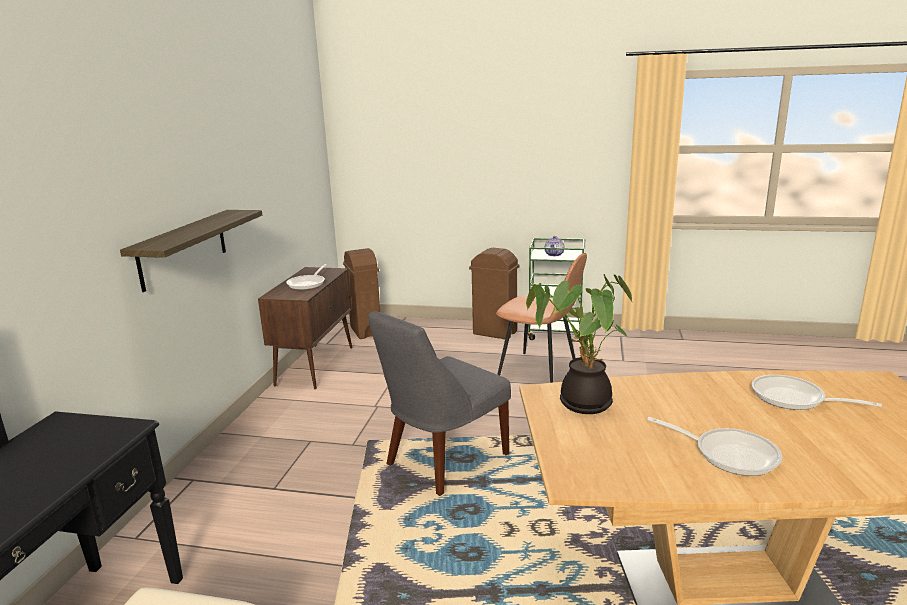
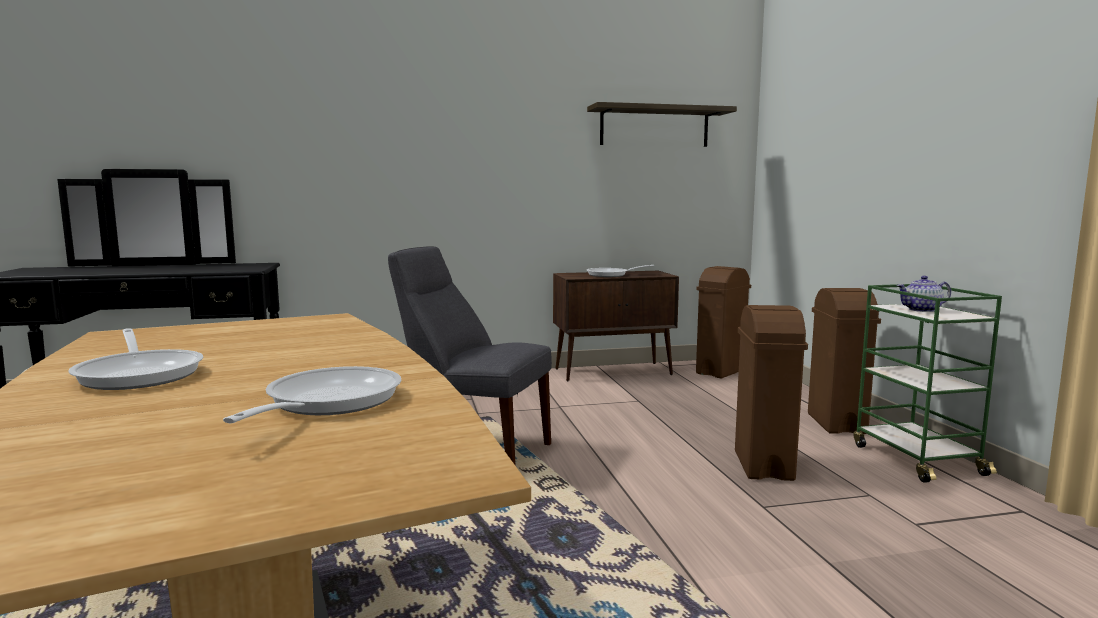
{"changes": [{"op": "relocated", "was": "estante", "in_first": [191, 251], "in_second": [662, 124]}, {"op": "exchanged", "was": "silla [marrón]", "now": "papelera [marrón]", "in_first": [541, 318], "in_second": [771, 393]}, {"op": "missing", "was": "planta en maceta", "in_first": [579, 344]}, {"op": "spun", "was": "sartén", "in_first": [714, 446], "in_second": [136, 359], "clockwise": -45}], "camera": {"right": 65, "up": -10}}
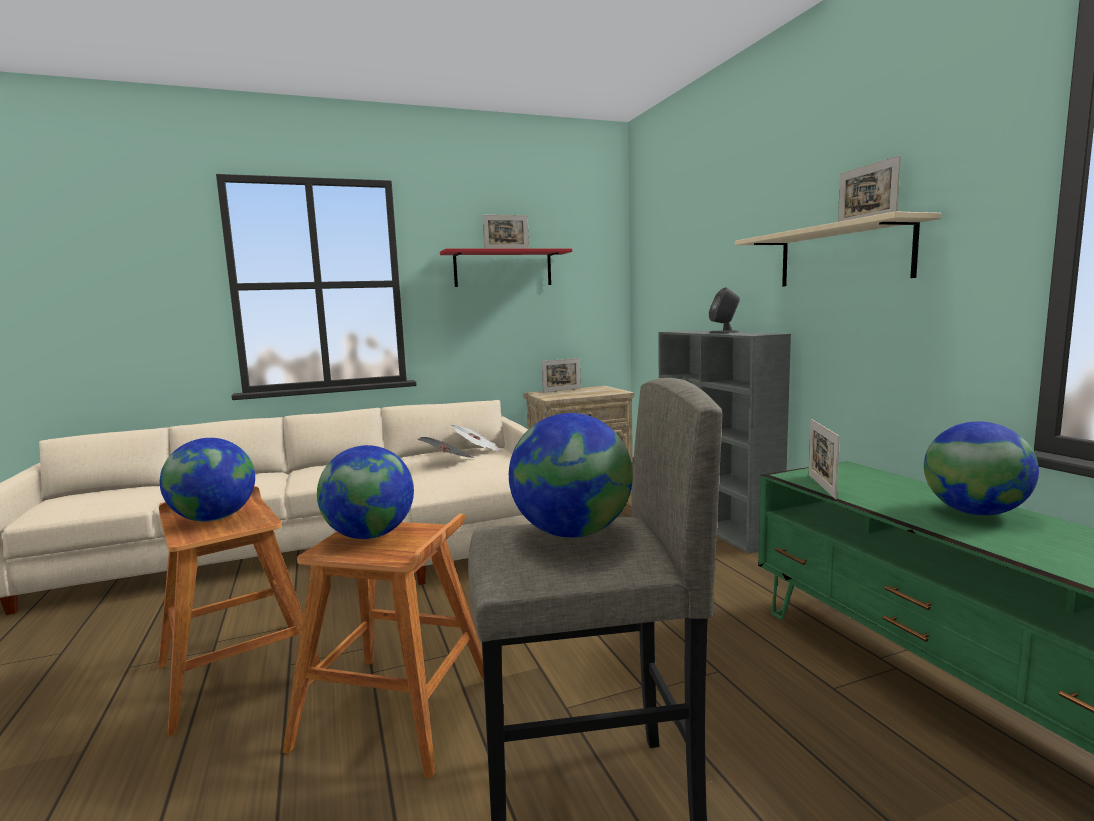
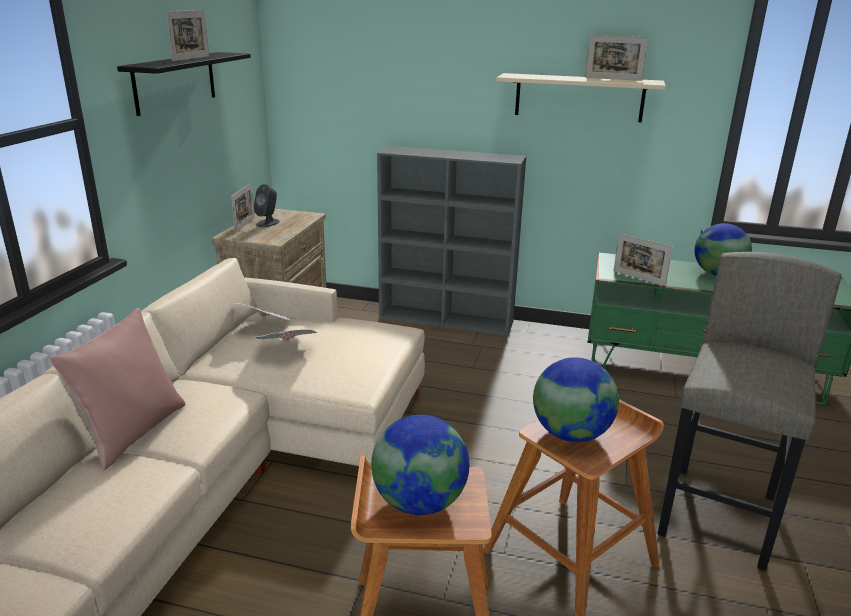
{"changes": [{"op": "colour", "was": "estante [rojo]", "now": "estante [negro]", "in_first": [506, 267], "in_second": [184, 84]}, {"op": "relocated", "was": "altavoz [gris]", "in_first": [724, 310], "in_second": [267, 205]}, {"op": "missing", "was": "globo terráqueo", "in_first": [571, 475]}, {"op": "appeared", "now": "cojín [rosa]", "in_second": [117, 389]}], "camera": {"right": -55, "up": 15}}
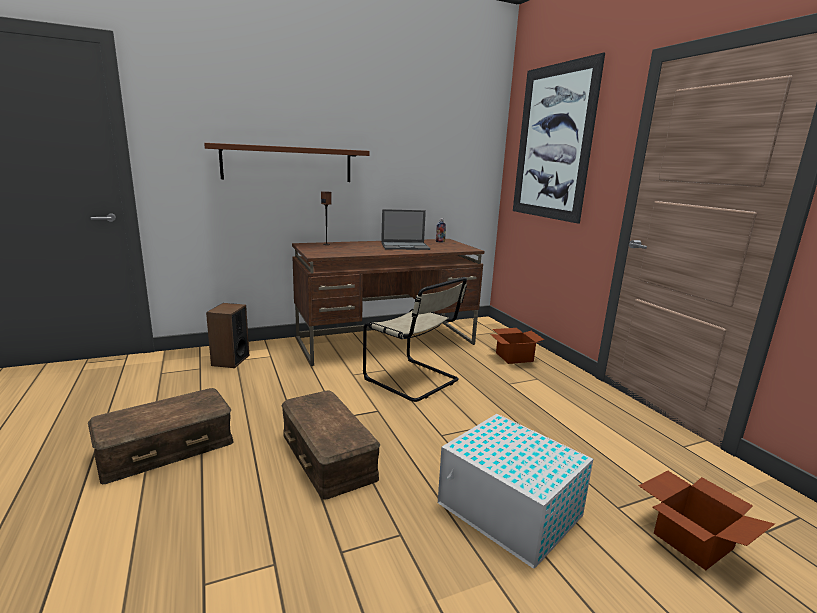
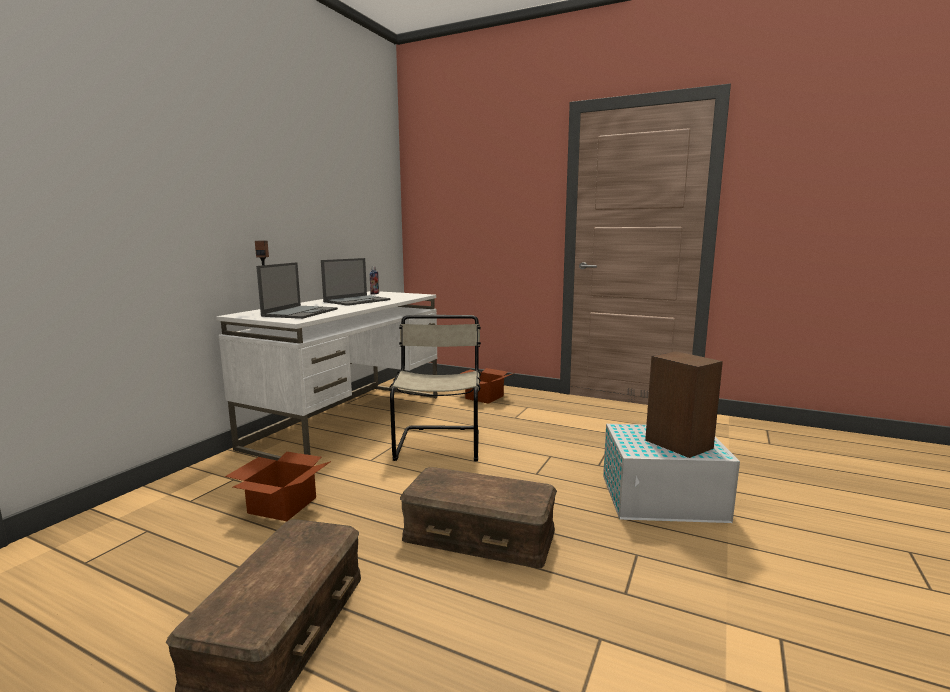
{"changes": [{"op": "missing", "was": "cuadro", "in_first": [559, 138]}, {"op": "missing", "was": "estante [marrón]", "in_first": [287, 162]}, {"op": "colour", "was": "escritorio [marrón]", "now": "escritorio [blanco]", "in_first": [388, 302], "in_second": [326, 376]}, {"op": "spun", "was": "silla [beis]", "in_first": [415, 339], "in_second": [435, 388], "clockwise": -90}, {"op": "relocated", "was": "altavoz", "in_first": [227, 335], "in_second": [684, 404]}, {"op": "relocated", "was": "caja de cartón", "in_first": [707, 520], "in_second": [278, 486]}, {"op": "appeared", "now": "portátil", "in_second": [297, 290]}], "camera": {"right": -40, "up": -5}}
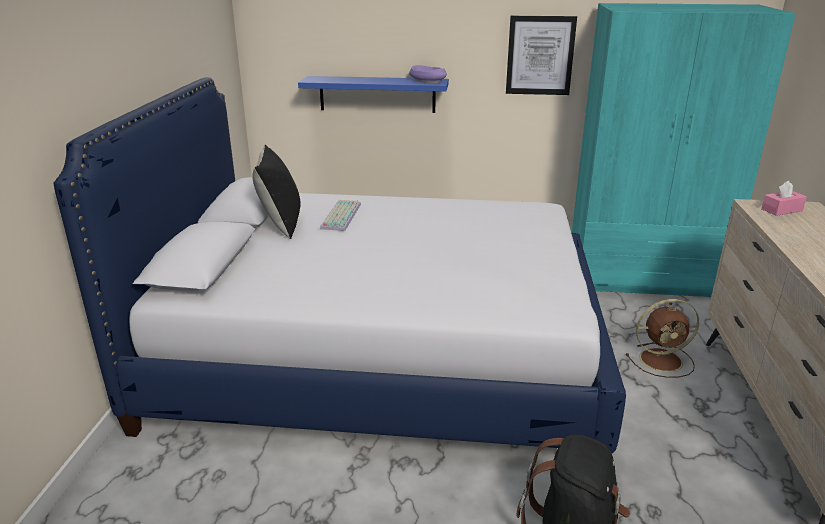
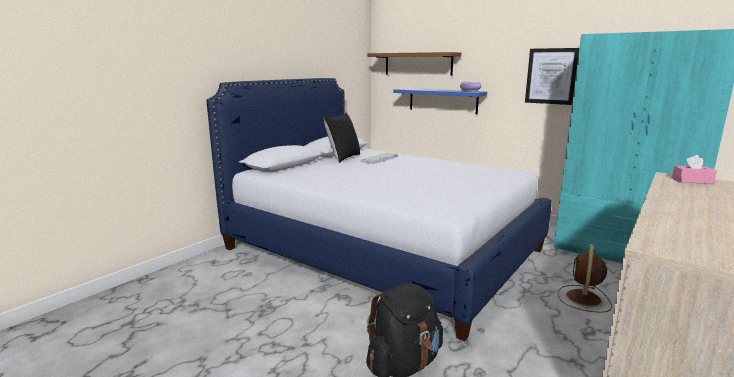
{"changes": [{"op": "spun", "was": "ventilador [marrón]", "in_first": [662, 338], "in_second": [585, 278], "clockwise": 90}, {"op": "appeared", "now": "estante [marrón]", "in_second": [414, 64]}], "camera": {"right": 30, "up": -10}}
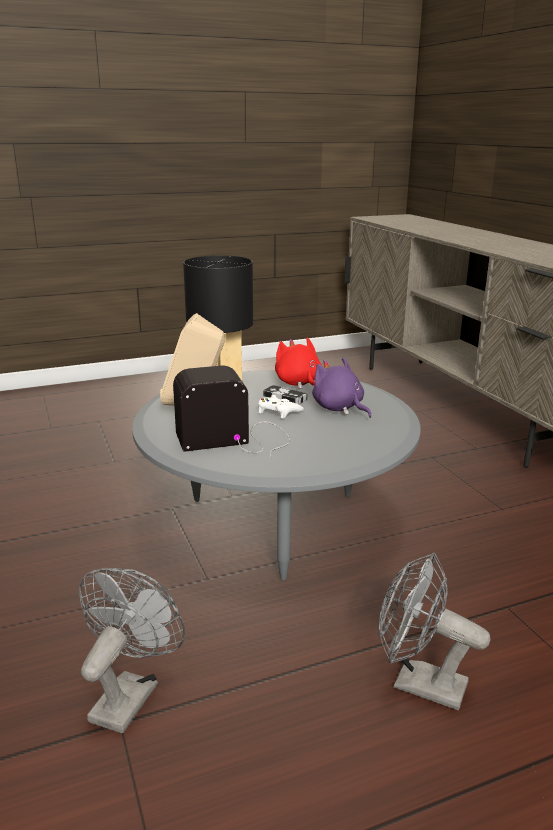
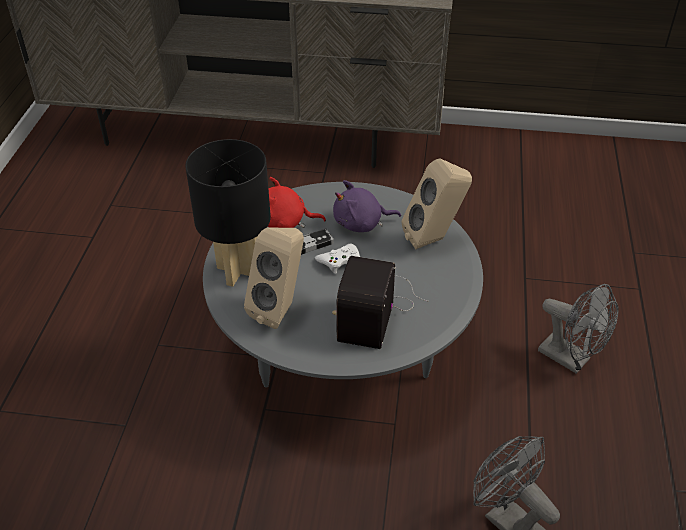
{"changes": [{"op": "spun", "was": "ventilador [gris]", "in_first": [434, 632], "in_second": [578, 329], "clockwise": -105}, {"op": "appeared", "now": "altavoz [beis]", "in_second": [436, 204]}], "camera": {"right": -60, "up": 20}}
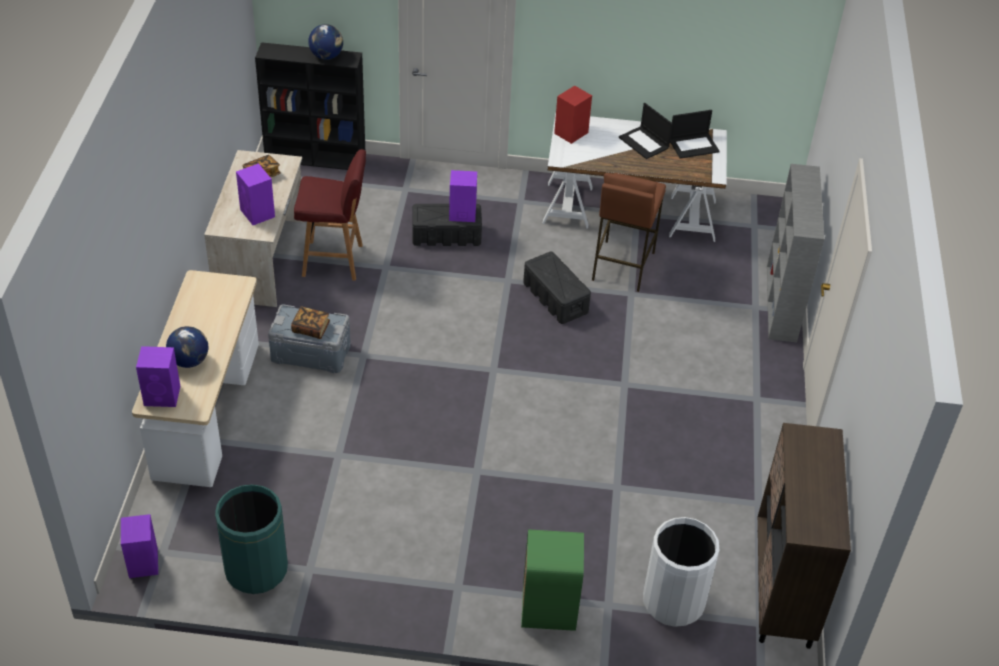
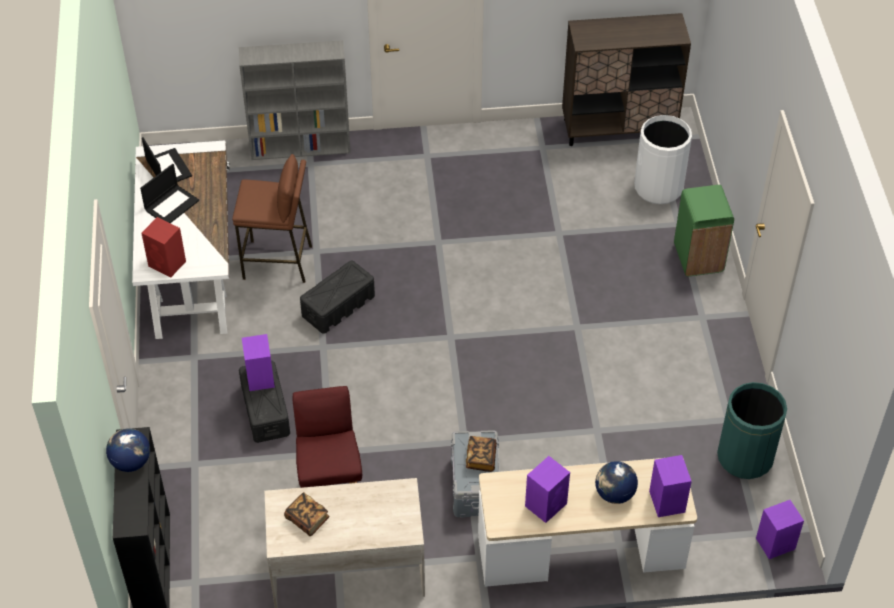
{"changes": [{"op": "relocated", "was": "altavoz [morado]", "in_first": [255, 194], "in_second": [547, 489]}], "camera": {"right": -100, "up": 5}}
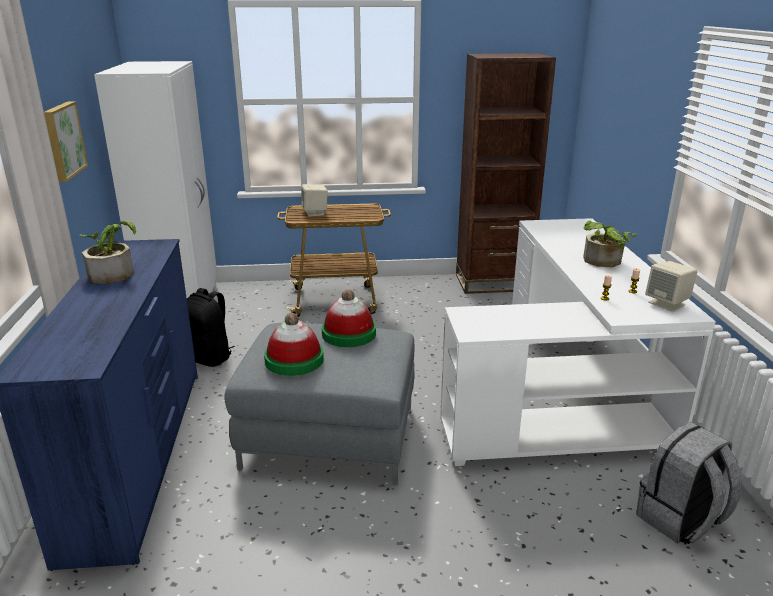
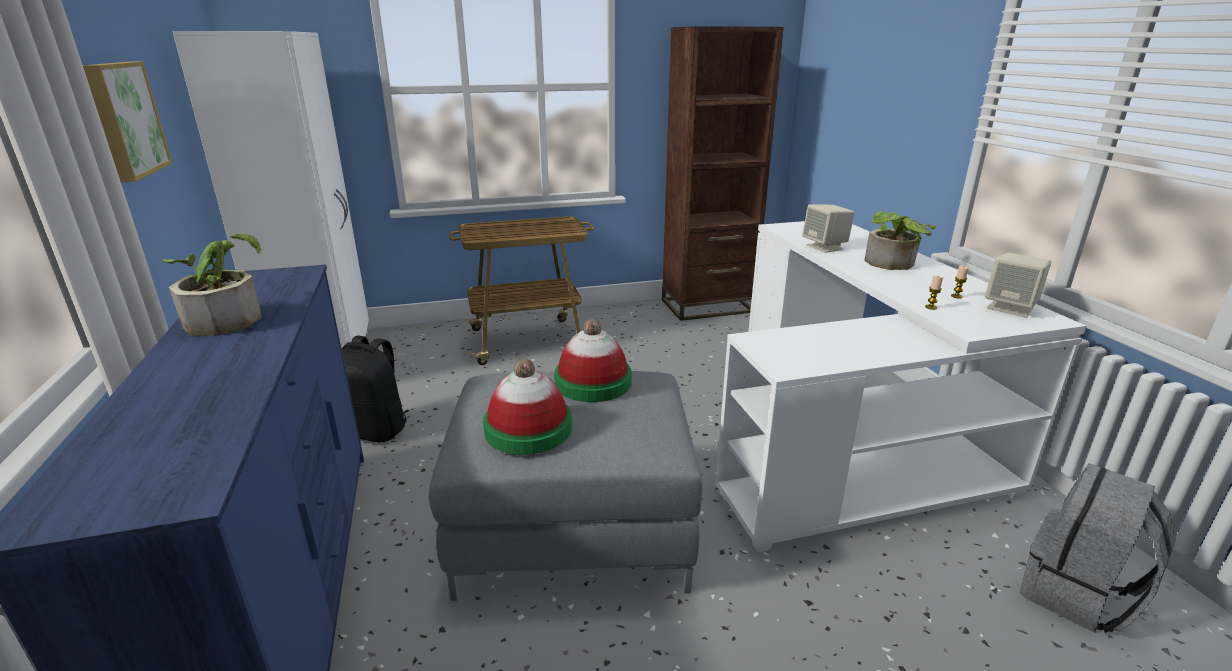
{"changes": [{"op": "relocated", "was": "altavoz [beis]", "in_first": [314, 200], "in_second": [828, 228]}], "camera": {"right": -10, "up": 0}}
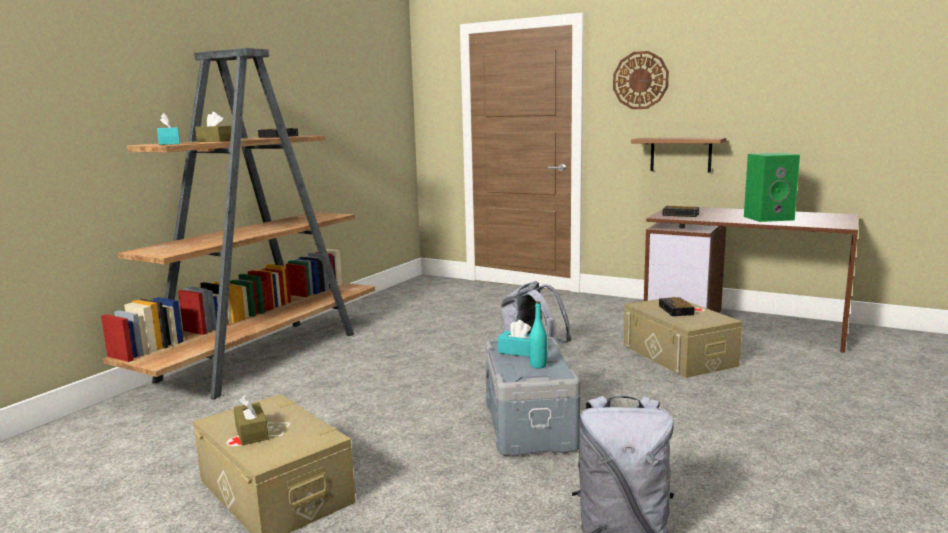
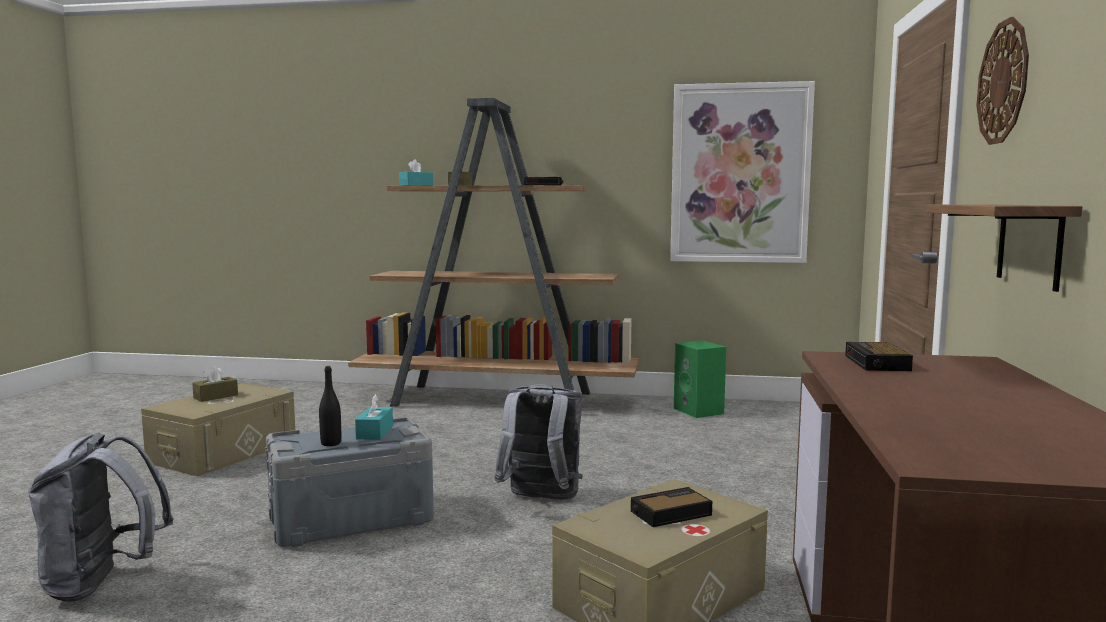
{"changes": [{"op": "relocated", "was": "altavoz [verde]", "in_first": [772, 187], "in_second": [700, 379]}, {"op": "colour", "was": "botella [turquesa]", "now": "botella [negro]", "in_first": [538, 334], "in_second": [330, 406]}, {"op": "appeared", "now": "cuadro", "in_second": [742, 172]}], "camera": {"right": 70, "up": -5}}
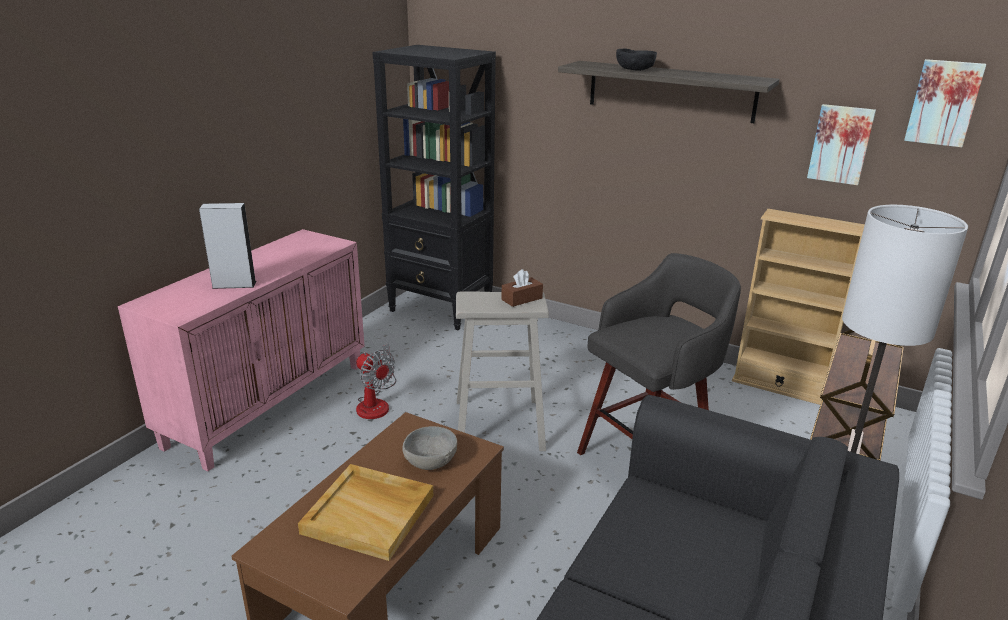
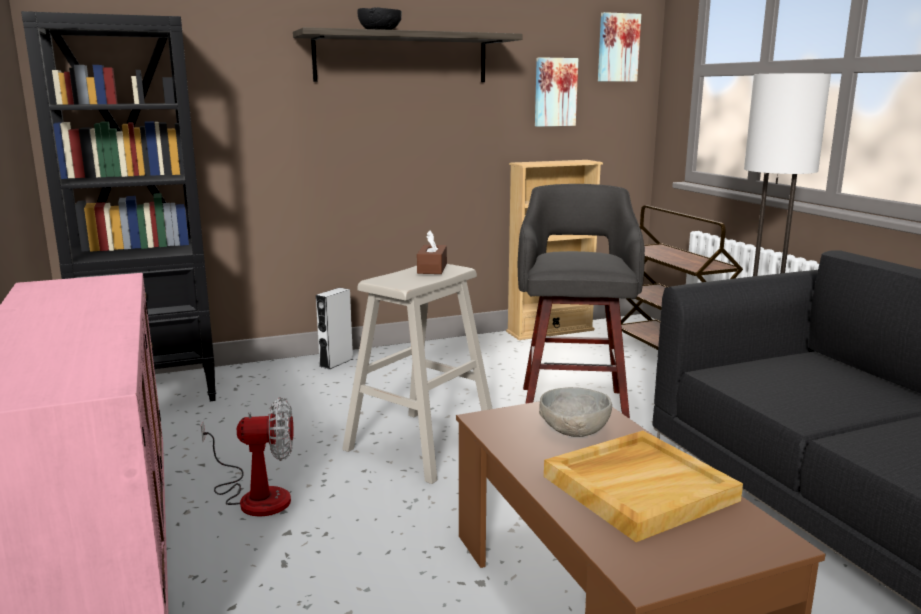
{"changes": [{"op": "relocated", "was": "altavoz [gris]", "in_first": [227, 246], "in_second": [334, 328]}], "camera": {"right": -50, "up": -10}}
